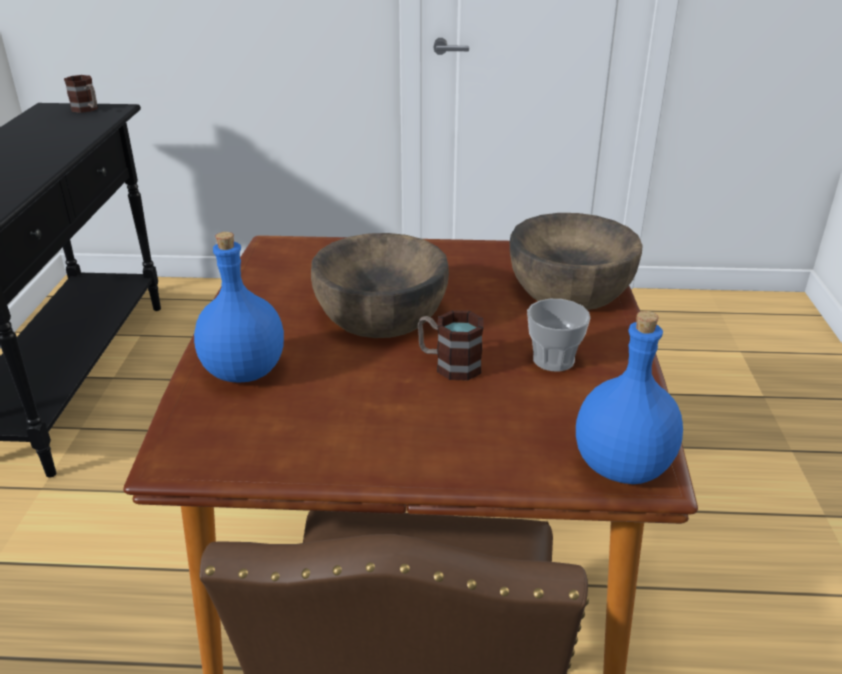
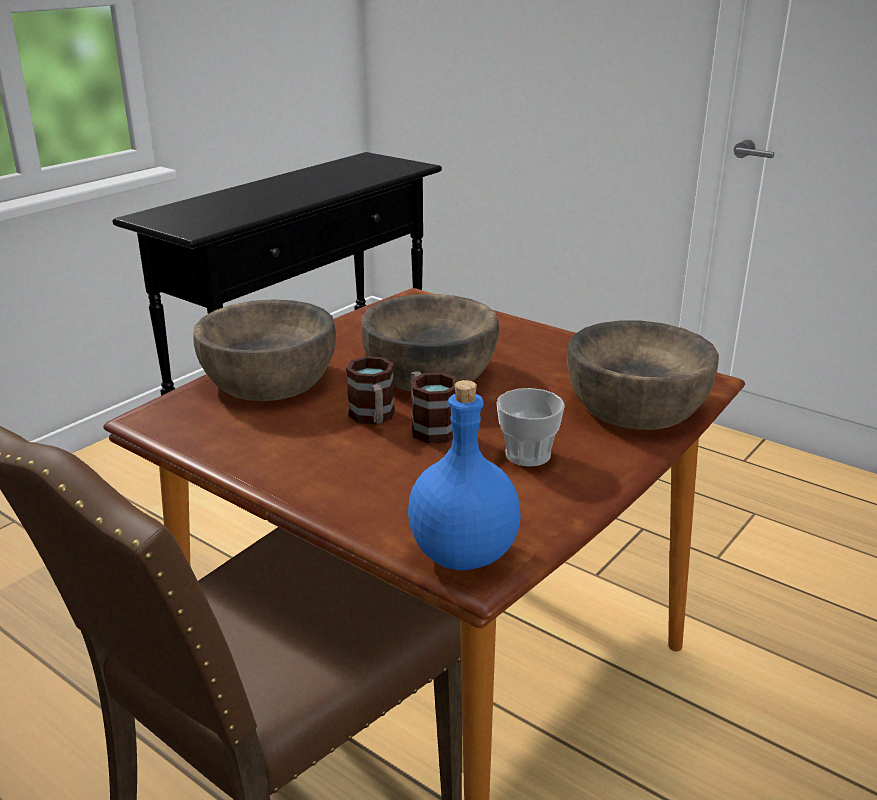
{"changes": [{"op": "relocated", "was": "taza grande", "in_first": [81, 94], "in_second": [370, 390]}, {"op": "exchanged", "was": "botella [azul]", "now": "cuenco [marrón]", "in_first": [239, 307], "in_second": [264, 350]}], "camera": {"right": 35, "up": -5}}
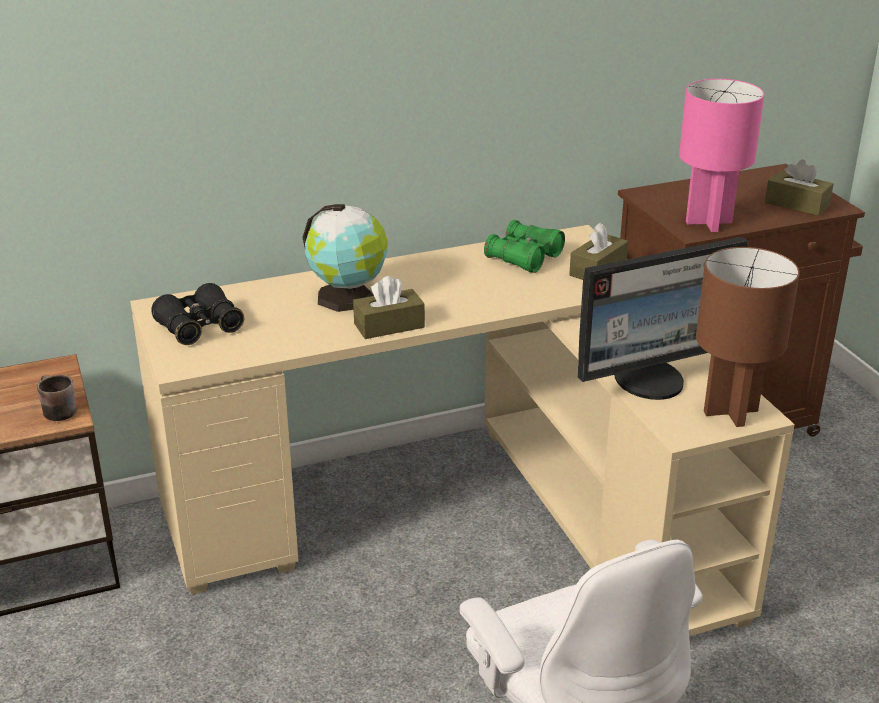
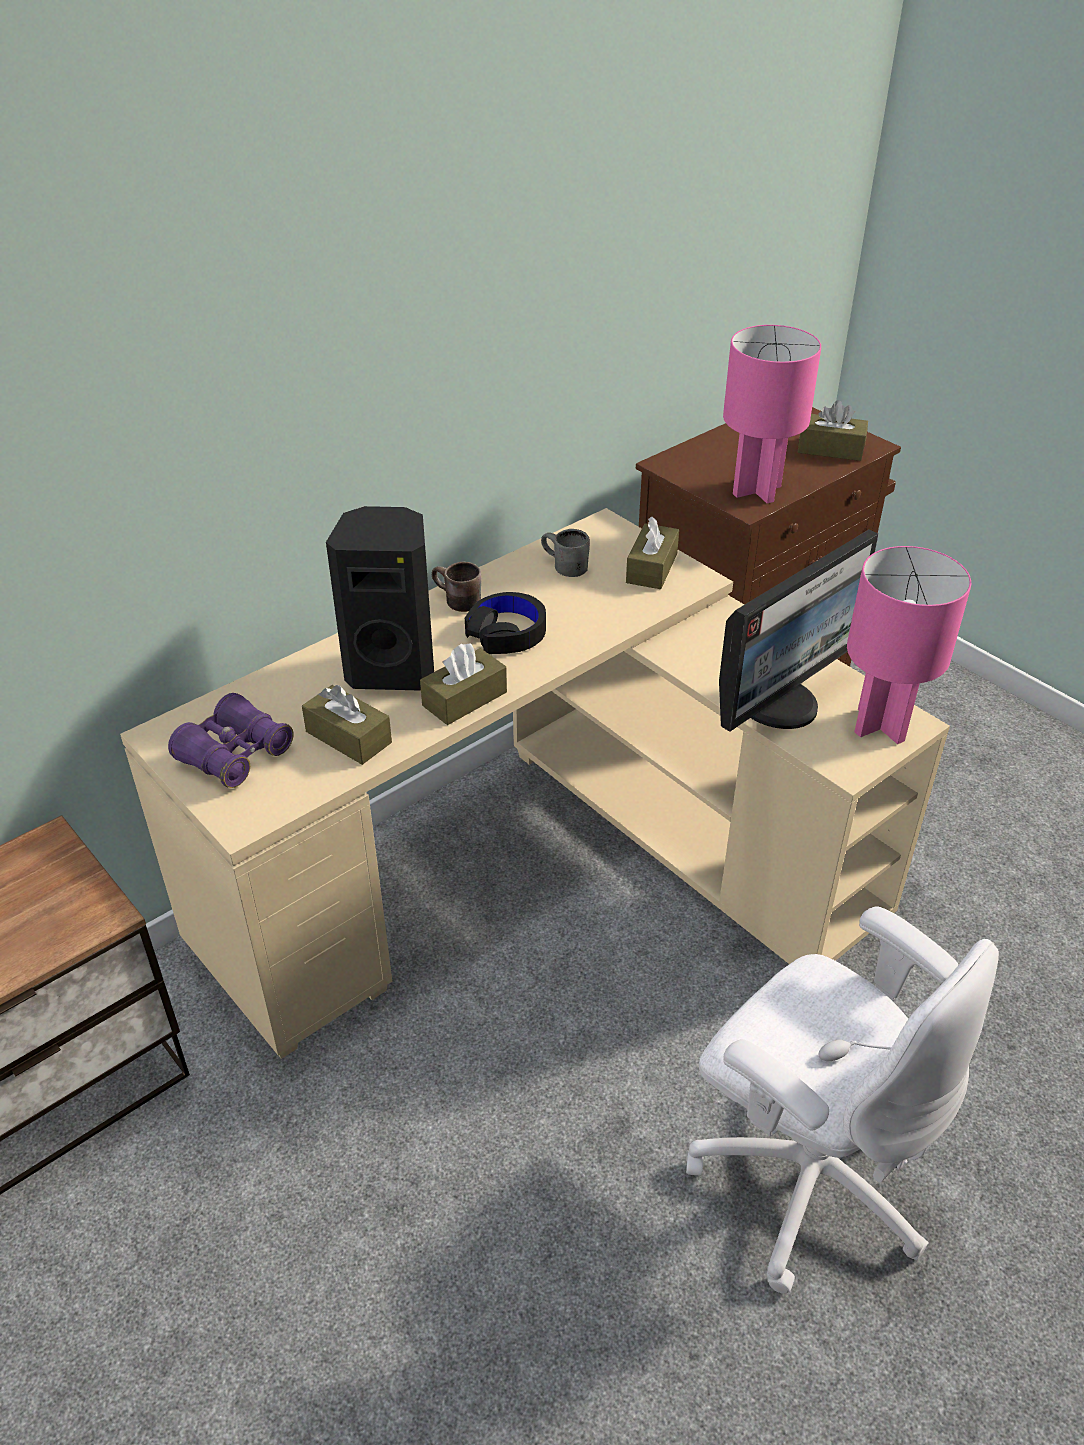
{"changes": [{"op": "exchanged", "was": "globo terráqueo", "now": "altavoz [negro]", "in_first": [344, 258], "in_second": [380, 598]}, {"op": "exchanged", "was": "prismáticos [verde]", "now": "taza grande [gris]", "in_first": [524, 246], "in_second": [565, 553]}, {"op": "colour", "was": "lámpara de mesa [marrón]", "now": "lámpara de mesa [rosa]", "in_first": [748, 337], "in_second": [909, 645]}, {"op": "colour", "was": "prismáticos [negro]", "now": "prismáticos [morado]", "in_first": [197, 314], "in_second": [231, 740]}, {"op": "relocated", "was": "taza grande [marrón]", "in_first": [57, 398], "in_second": [456, 587]}, {"op": "appeared", "now": "auriculares [negro]", "in_second": [505, 623]}, {"op": "appeared", "now": "caja de pañuelos [marrón]", "in_second": [347, 725]}], "camera": {"right": -20, "up": 10}}
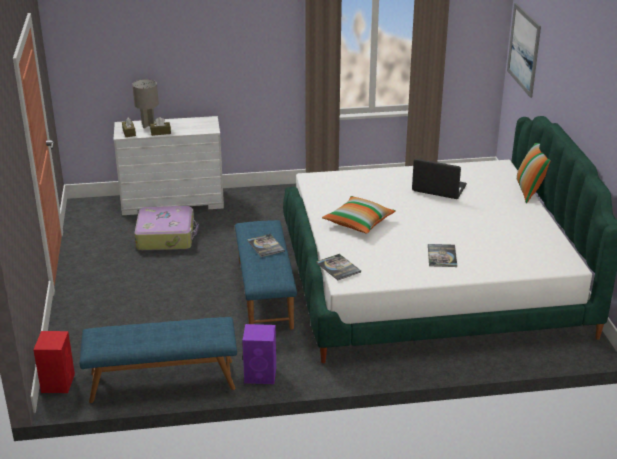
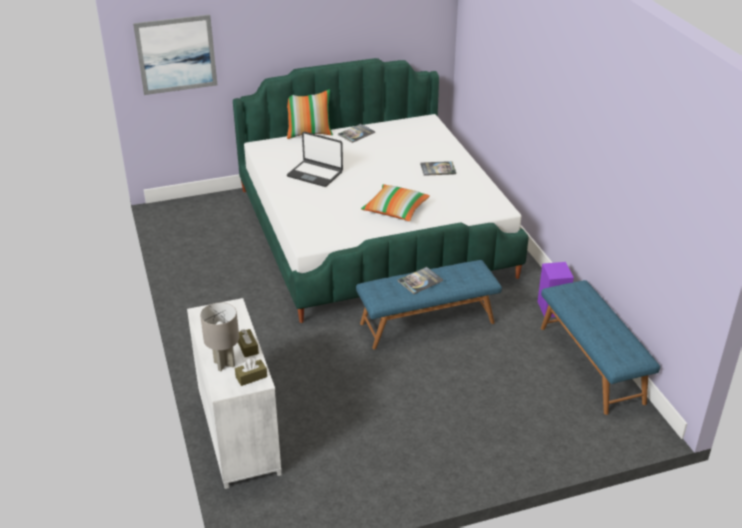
{"changes": [{"op": "spun", "was": "portátil", "in_first": [439, 179], "in_second": [315, 159], "clockwise": -75}, {"op": "missing", "was": "maleta", "in_first": [167, 228]}, {"op": "relocated", "was": "libro", "in_first": [338, 267], "in_second": [356, 133]}, {"op": "missing", "was": "altavoz [rojo]", "in_first": [54, 362]}], "camera": {"right": -100, "up": 5}}
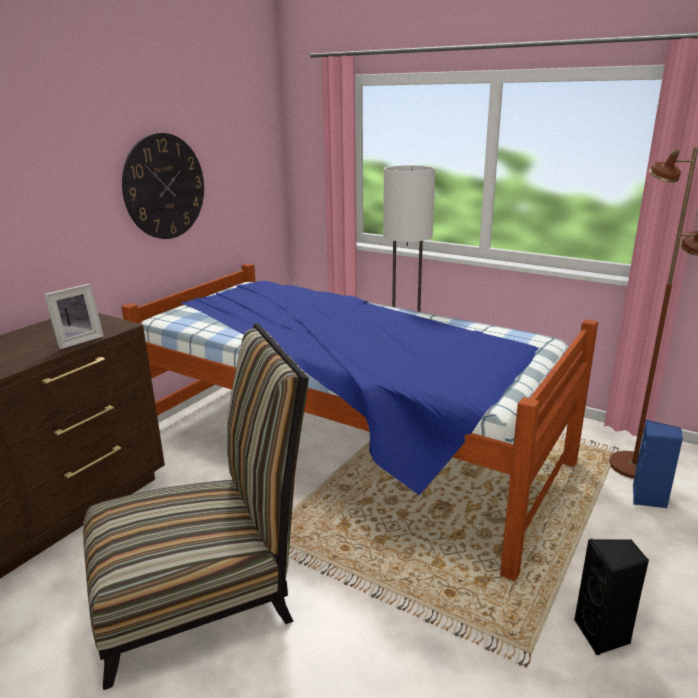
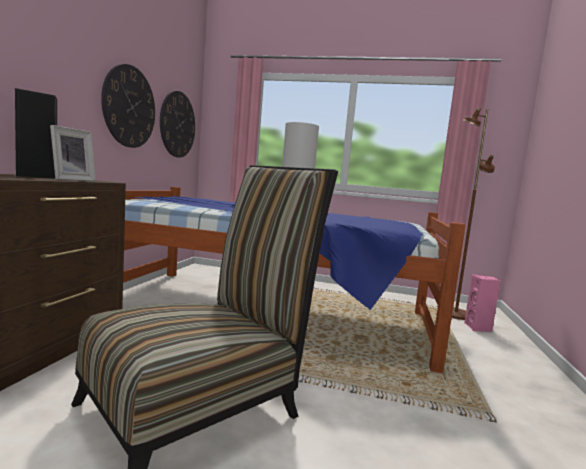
{"changes": [{"op": "colour", "was": "altavoz [azul]", "now": "altavoz [rosa]", "in_first": [658, 464], "in_second": [482, 303]}, {"op": "relocated", "was": "altavoz [negro]", "in_first": [611, 597], "in_second": [36, 133]}, {"op": "appeared", "now": "reloj de pared", "in_second": [177, 124]}], "camera": {"right": -20, "up": -15}}
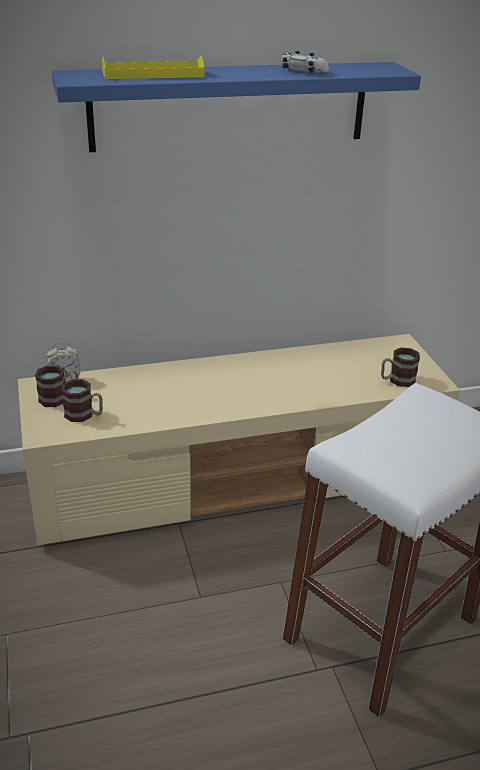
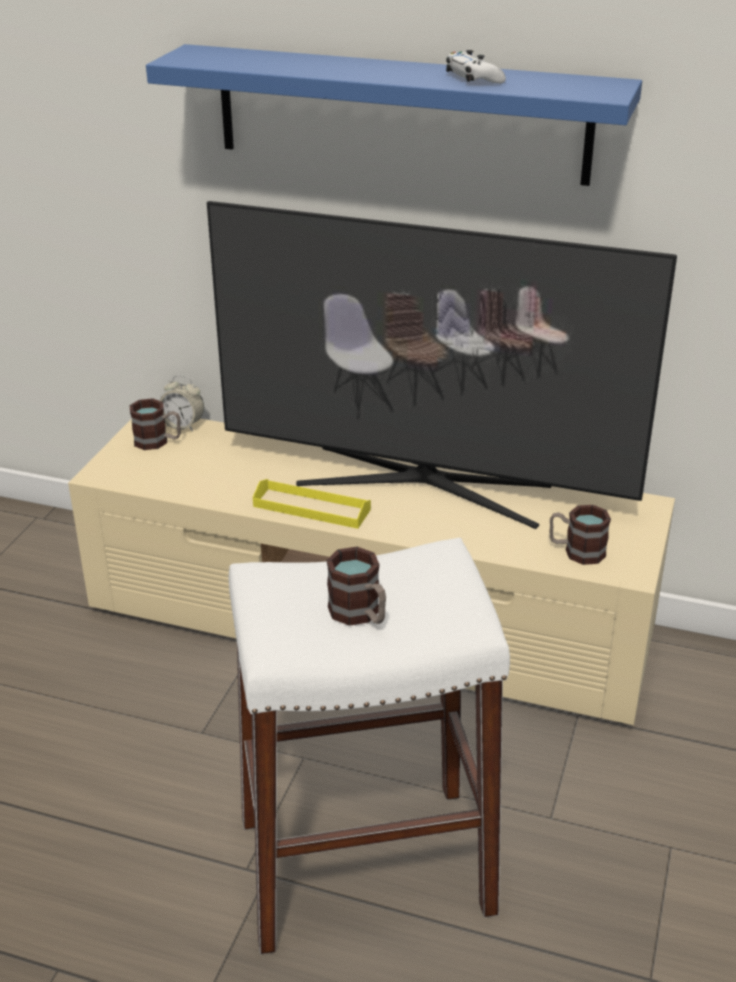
{"changes": [{"op": "relocated", "was": "bandeja [amarillo]", "in_first": [153, 67], "in_second": [312, 504]}, {"op": "relocated", "was": "taza grande", "in_first": [82, 400], "in_second": [356, 586]}, {"op": "appeared", "now": "televisor", "in_second": [442, 365]}], "camera": {"right": 35, "up": 0}}
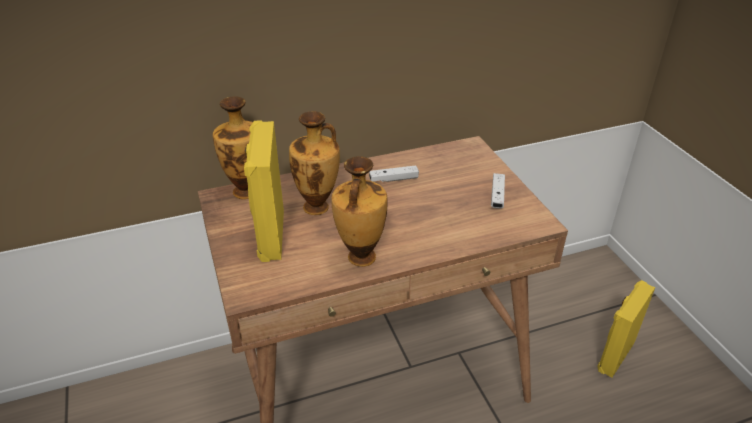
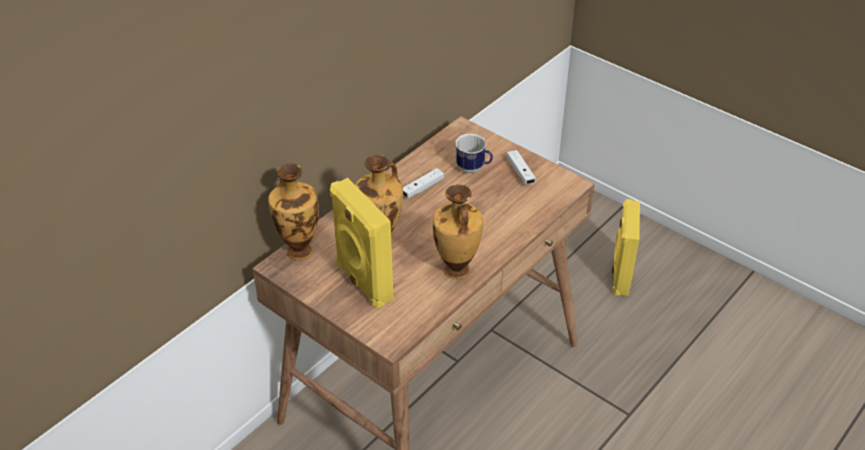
{"changes": [{"op": "appeared", "now": "taza grande", "in_second": [474, 153]}], "camera": {"right": -30, "up": 5}}
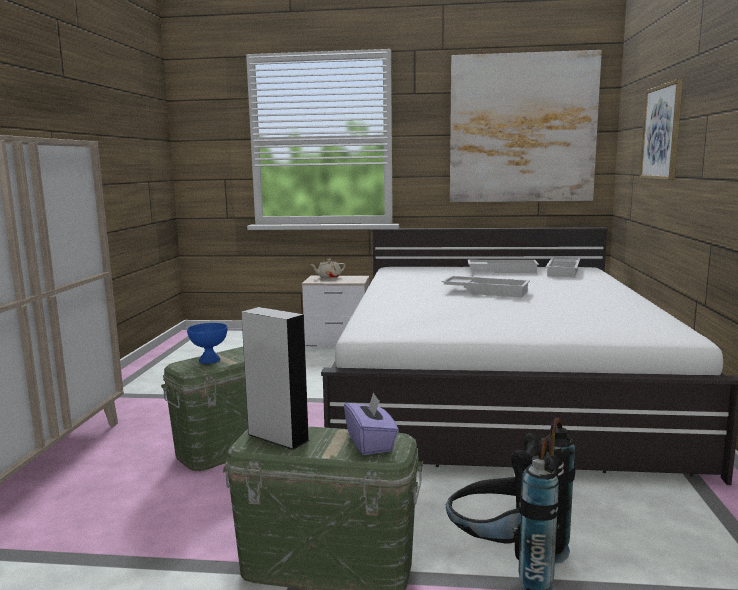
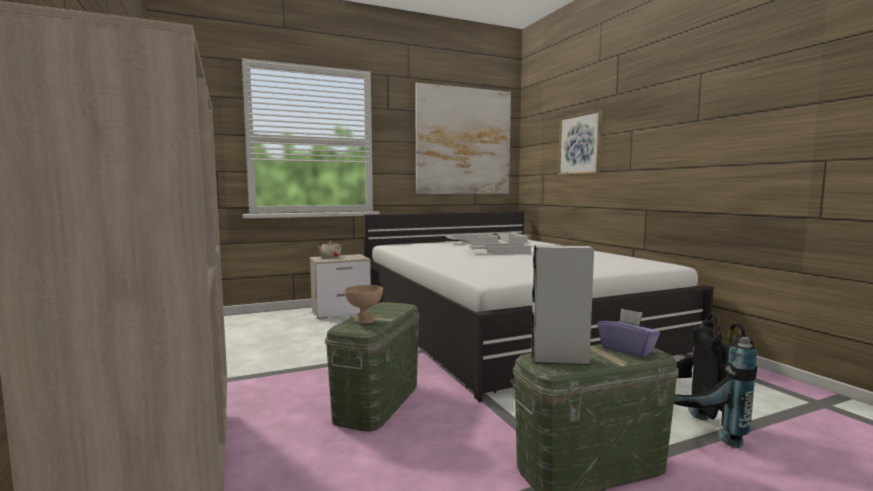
{"changes": [{"op": "colour", "was": "cuenco [azul]", "now": "cuenco [beis]", "in_first": [207, 343], "in_second": [364, 304]}], "camera": {"right": -30, "up": -5}}
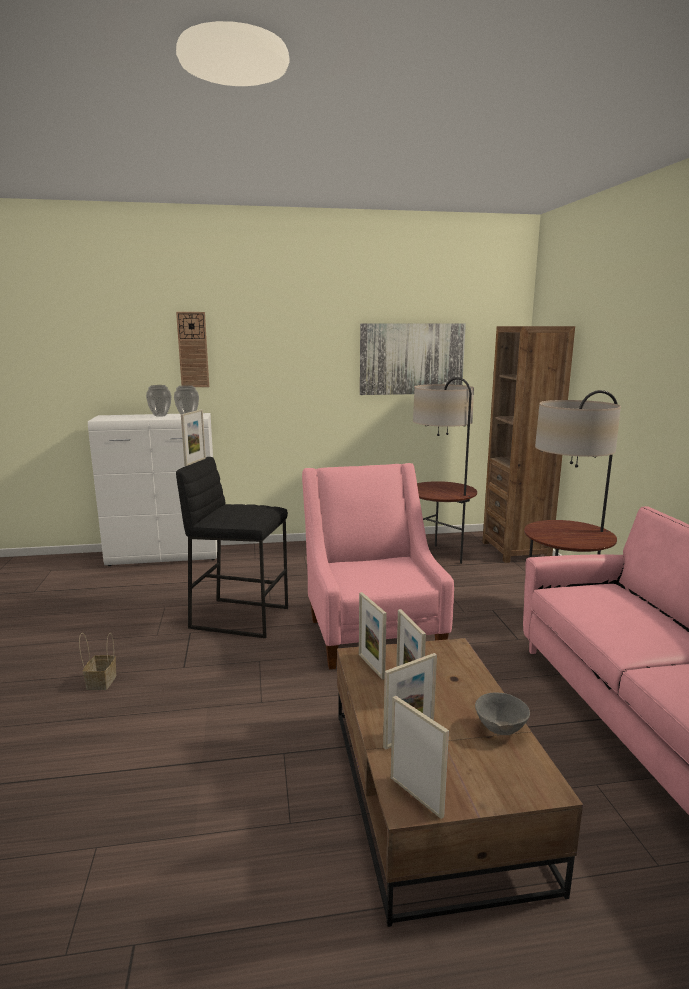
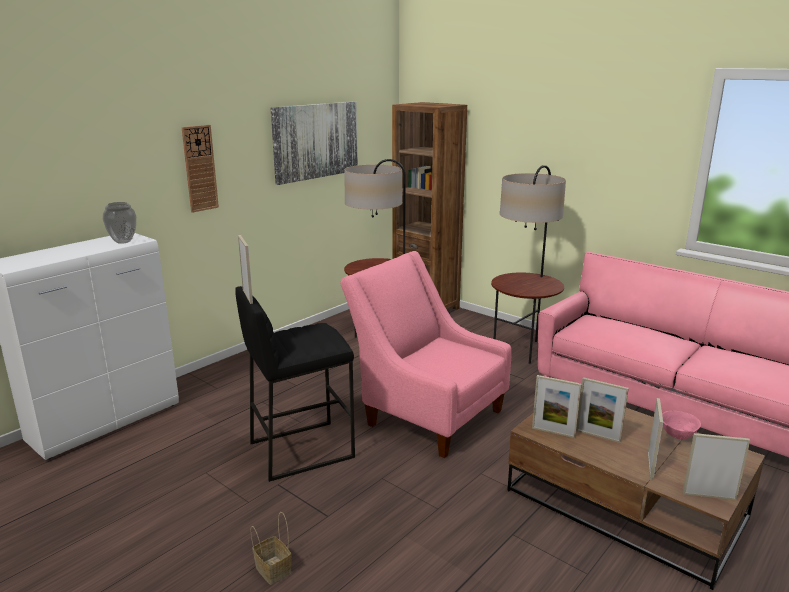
{"changes": [{"op": "relocated", "was": "reloj de pared", "in_first": [192, 349], "in_second": [200, 169]}, {"op": "missing", "was": "florero", "in_first": [158, 401]}, {"op": "colour", "was": "cuenco [gris]", "now": "cuenco [rosa]", "in_first": [502, 713], "in_second": [681, 425]}], "camera": {"right": -40, "up": 5}}
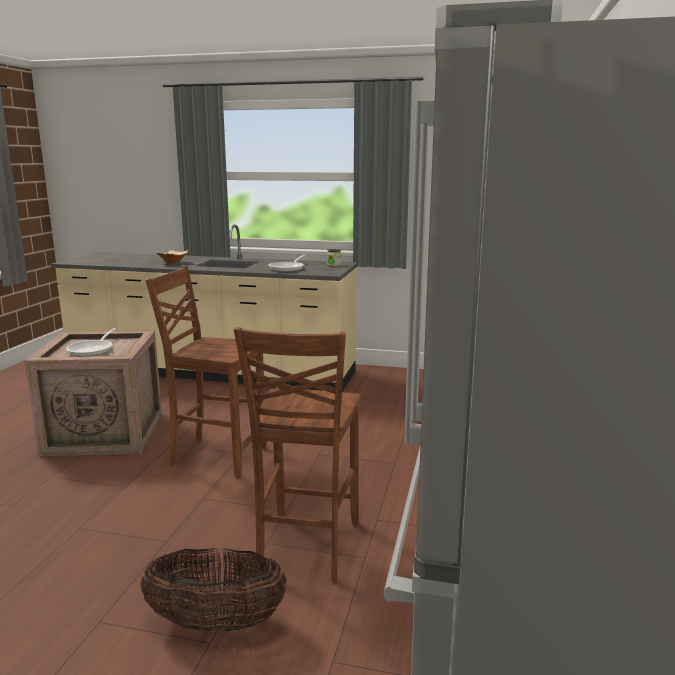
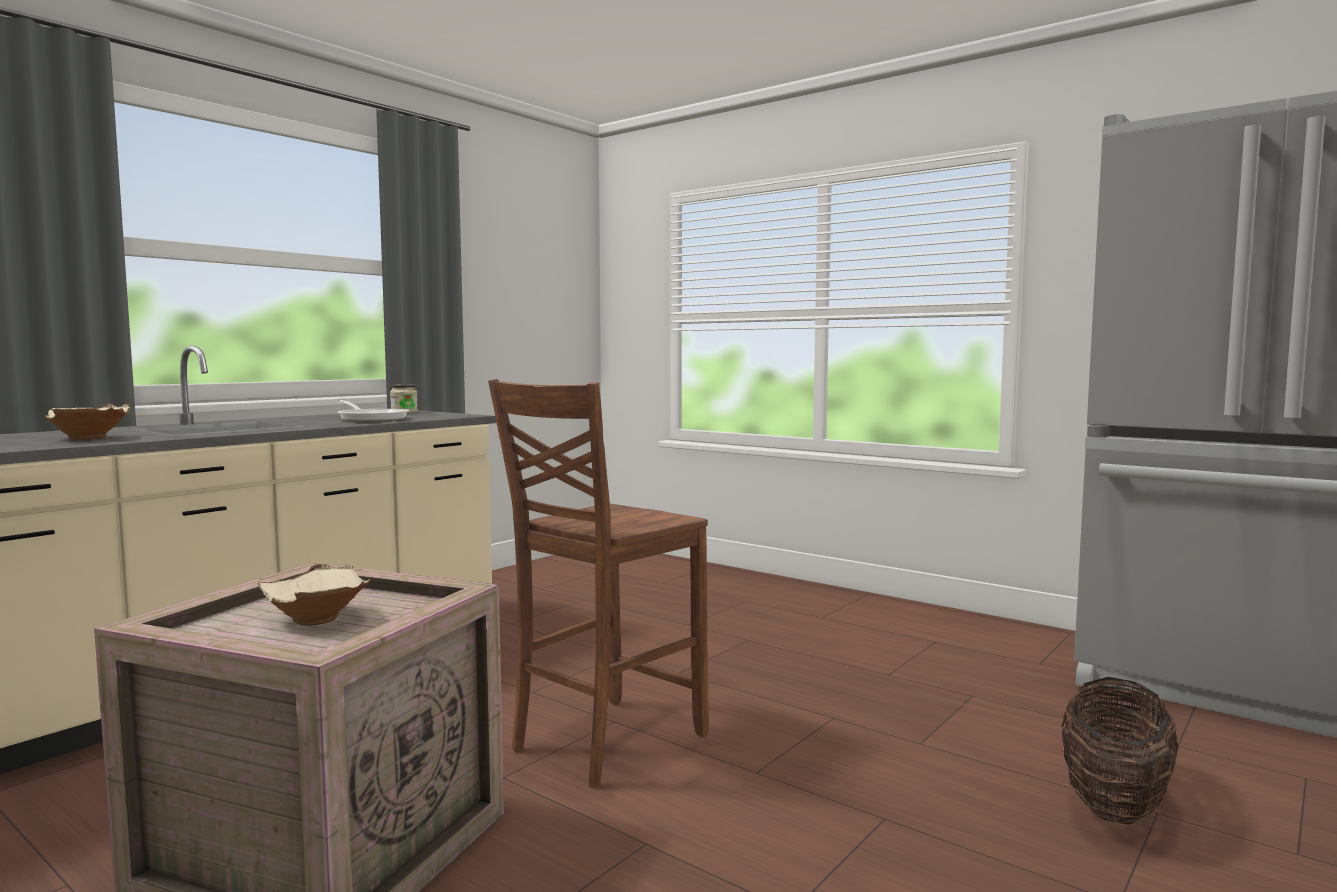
{"changes": [{"op": "missing", "was": "silla [marrón]", "in_first": [297, 455]}, {"op": "exchanged", "was": "sartén", "now": "cuenco [beis]", "in_first": [91, 342], "in_second": [314, 595]}], "camera": {"right": -65, "up": -10}}
